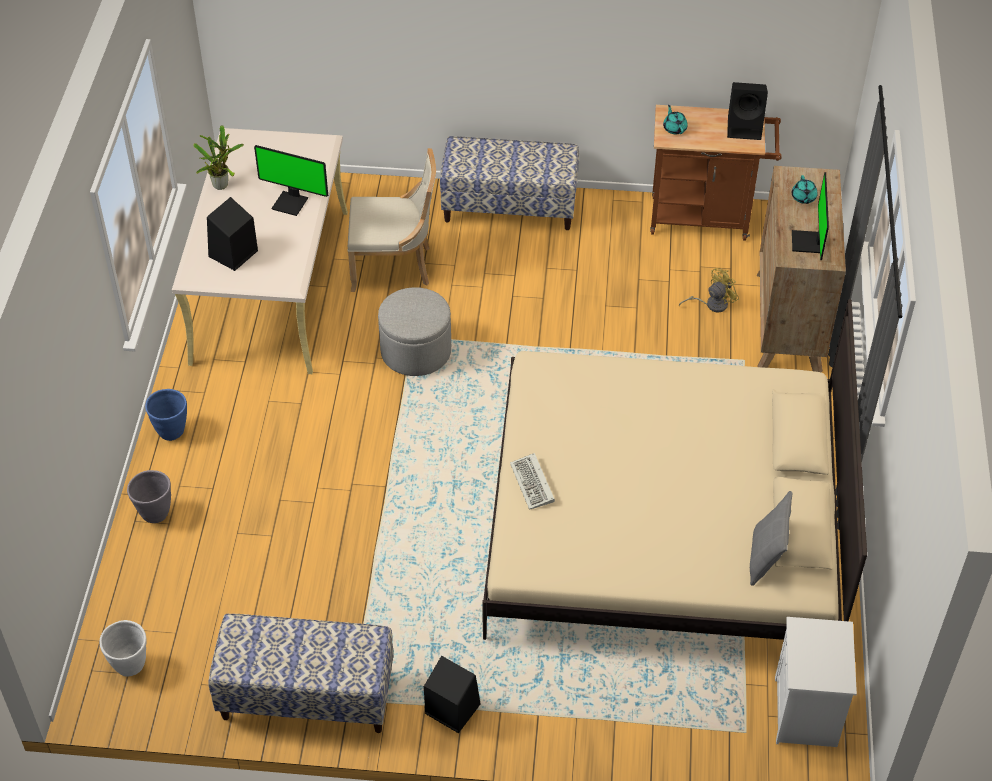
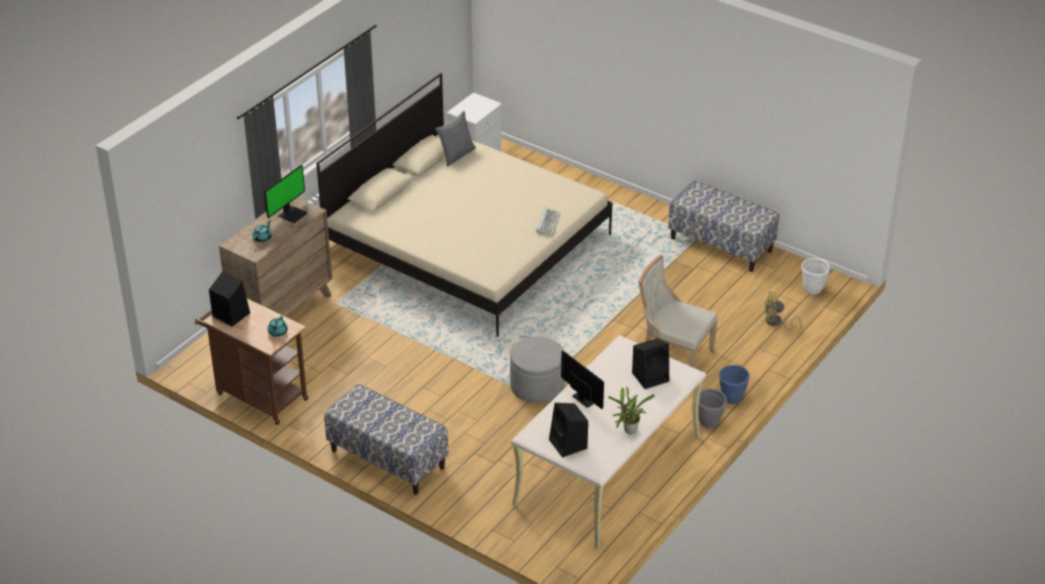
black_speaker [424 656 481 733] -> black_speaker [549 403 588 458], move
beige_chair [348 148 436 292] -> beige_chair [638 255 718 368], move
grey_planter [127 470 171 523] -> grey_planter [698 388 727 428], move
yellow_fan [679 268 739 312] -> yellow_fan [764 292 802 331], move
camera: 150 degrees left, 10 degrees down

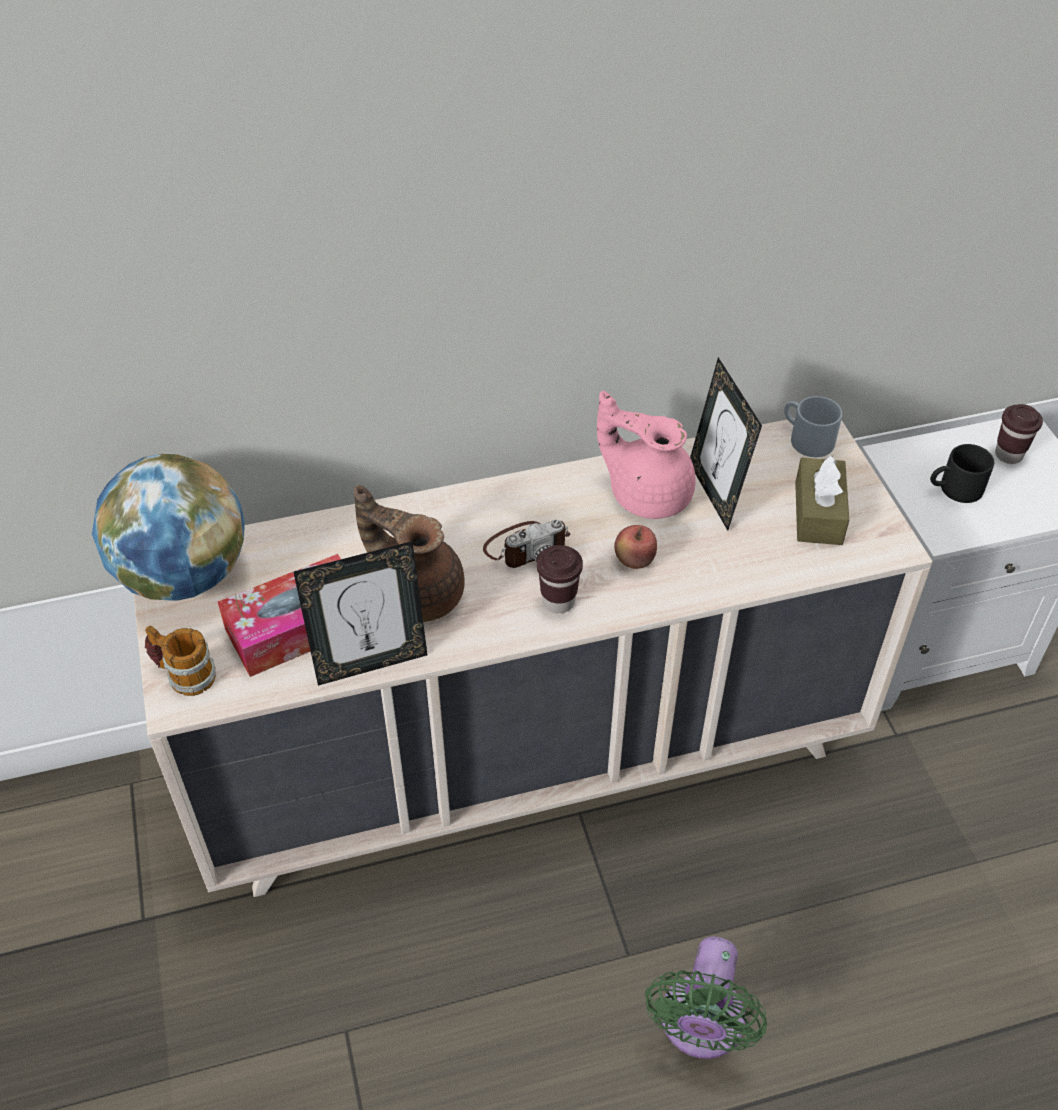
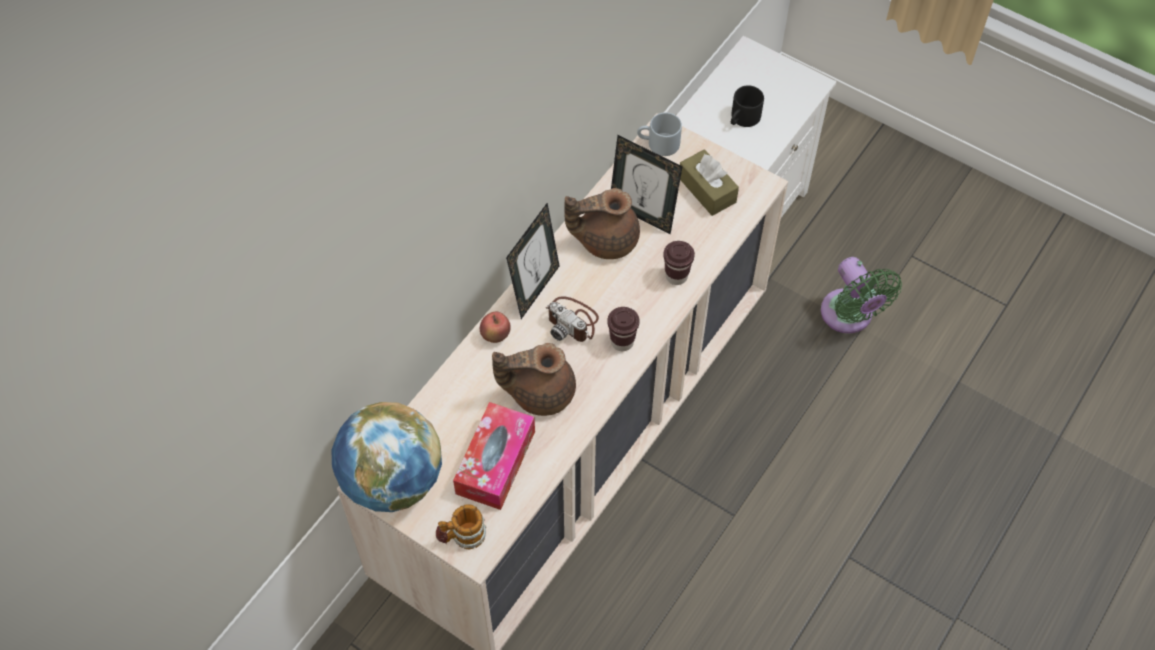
apple [614 525 657 569] -> apple [480 312 511 343], move
picture_frame [293 541 428 686] -> picture_frame [506 203 560 319], move
photo_camera [483 519 570 568] -> photo_camera [545 296 599 342], 105 degrees clockwise
pink_teapot [597 391 696 519] -> brown_teapot [564 188 640 259]
brown_cup [995 404 1043 464] -> brown_cup [663 241 695 285], move
green_fan [645 937 767 1059] -> green_fan [821 257 902 333], move
camera: 40 degrees left, 10 degrees up

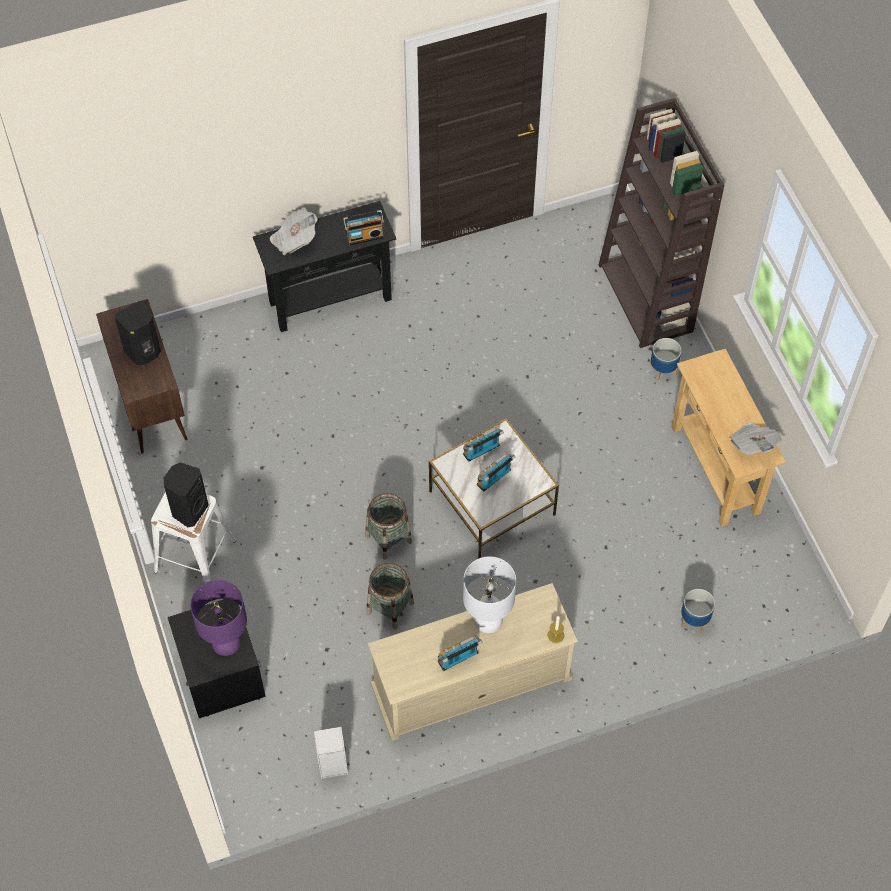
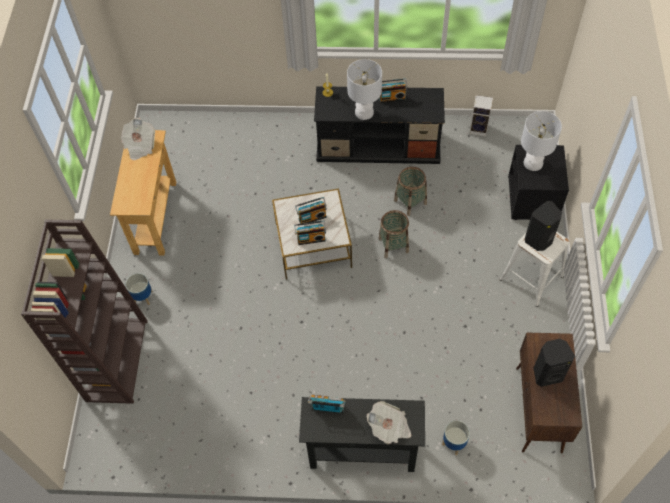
beige_tv_stand [368 583 578 741] -> black_tv_stand [314 86 445 164]
planter [681 589 715 633] -> planter [442 420 470 455], move
purple_table_lamp [190 580 247 656] -> white_table_lamp [521 111 562 171]
camera: 155 degrees left, 0 degrees up

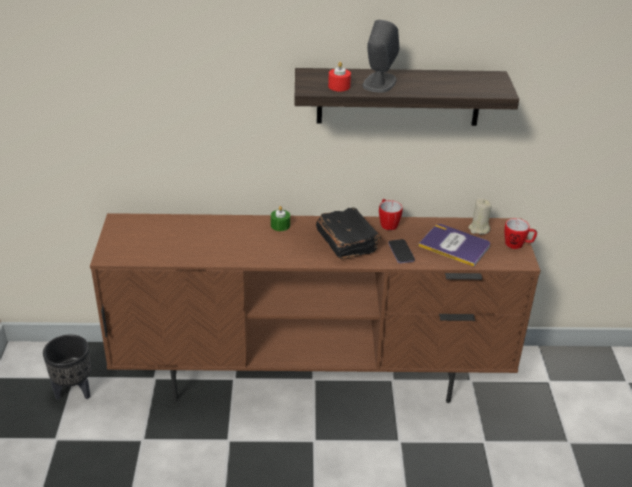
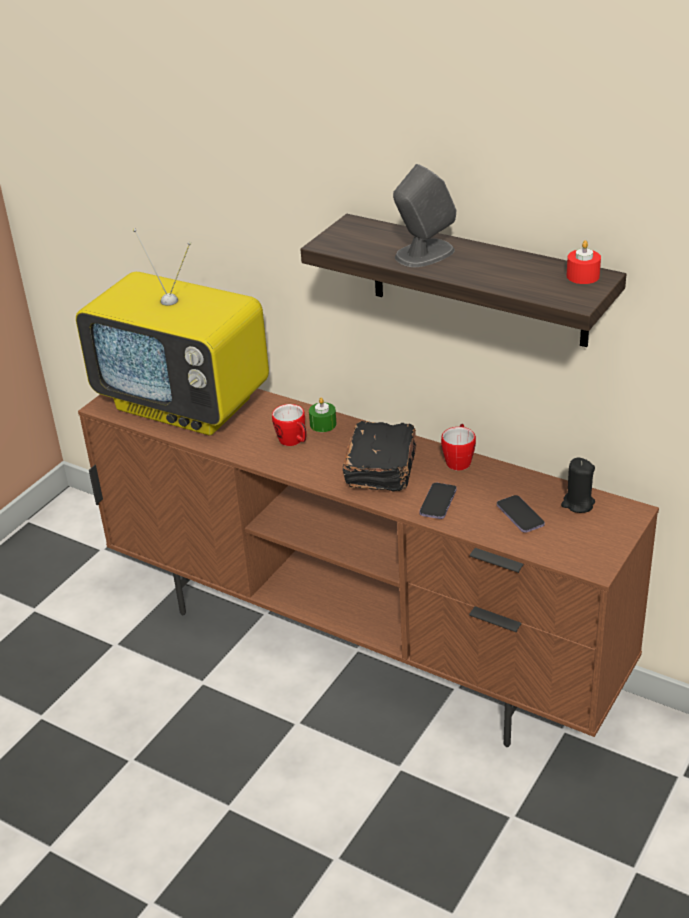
none -> television [76 228 269 435]
mug [504 218 537 249] -> mug [272 404 306 446], move
book [419 224 490 267] -> phone [497 495 545 533]
beige_candle [468 199 492 234] -> black_candle [561 457 595 513]
red_candle [328 62 351 91] -> red_candle [566 240 601 284], move
black_planter [43 335 91 400] -> none
camera: 35 degrees right, 0 degrees up

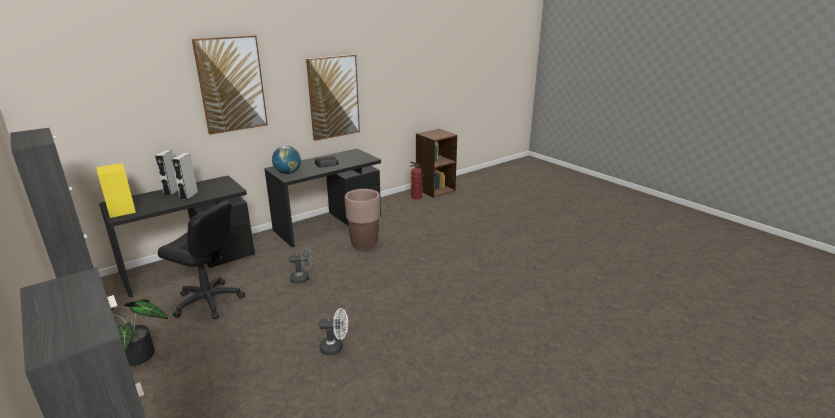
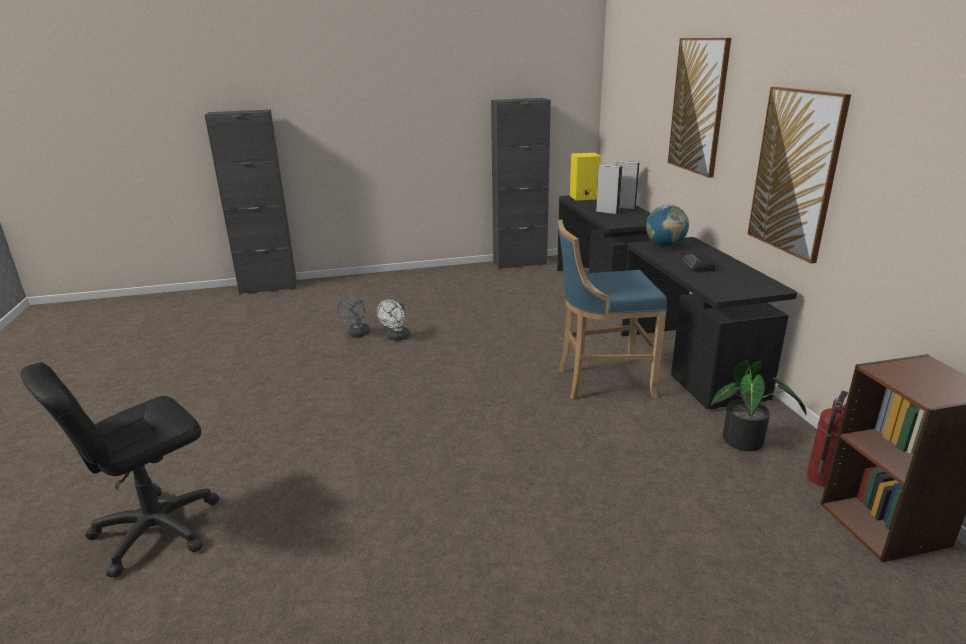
black_office_chair [158 201 245 319] -> black_office_chair [20 362 219 577], move
grey_fan [289 245 313 284] -> grey_fan [337 297 370 337], move
brown_planter [345 189 380 251] -> blue_stool [558 220 667 399]
potted_plant [111 299 168 366] -> potted_plant [710 361 807 451], move
camera: 115 degrees right, 0 degrees up

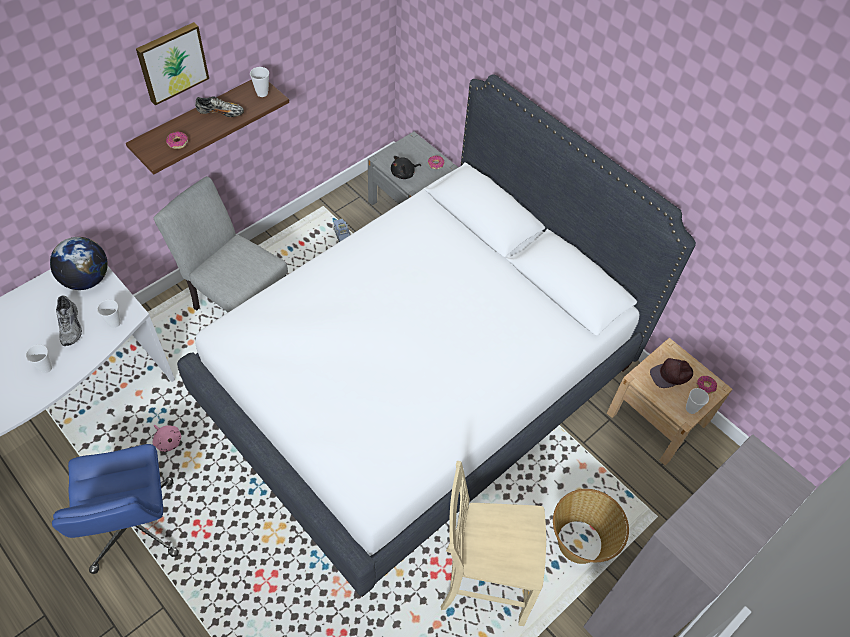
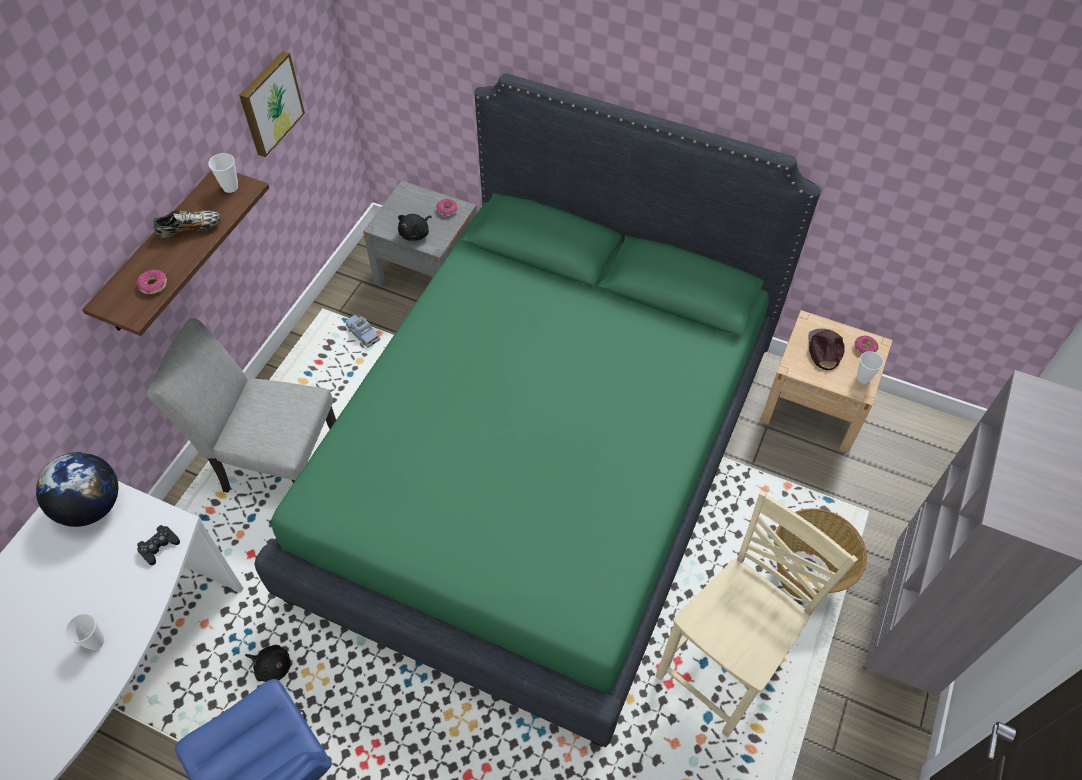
cup [97 300 121 328] -> black_game_controller [137 525 180 565]
picture [136 22 209 105] -> picture [239 51 305 157], move
pink_plush_toy [153 424 181 452] -> black_plush_toy [245 645 290 682]
white_bed [177 74 696 597] -> green_bed [254 73 821 748]
beige_chair [441 461 546 626] -> beige_chair [656 490 858 737], 150 degrees clockwise
brown_cap [650 358 693 388] -> brown_cap [808 329 845 370], 135 degrees clockwise
grey_shoe [56 295 82 346] -> none
camera: 20 degrees left, 0 degrees up

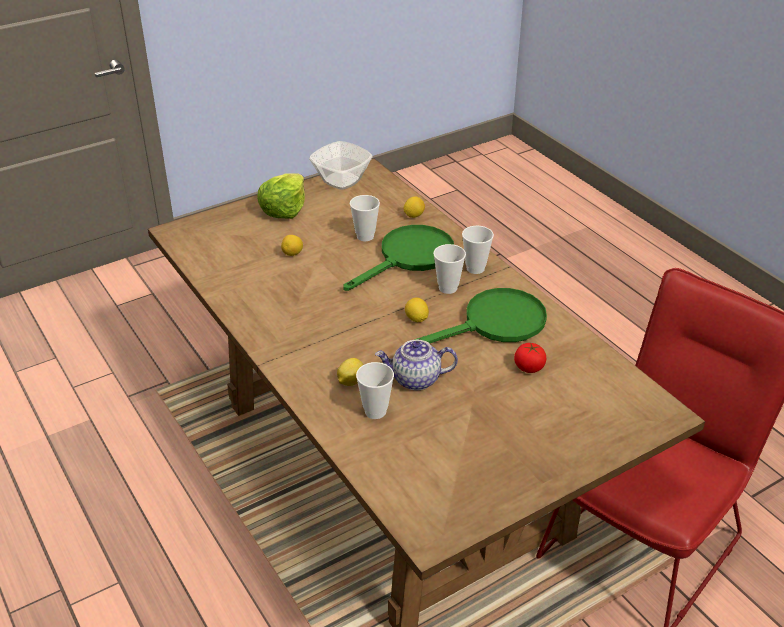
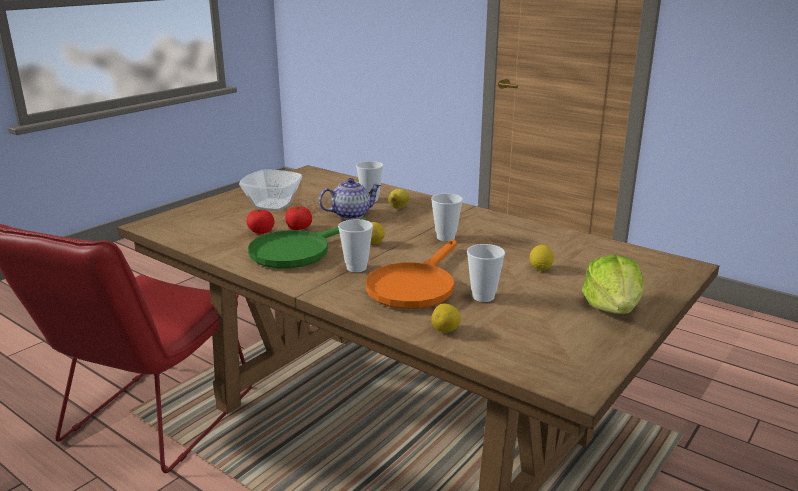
bowl [309 141 373 190] -> bowl [239 170 302 211], move
none -> tomato [285 206 312 230]
green_frying_pan [343 225 454 291] -> orange_frying_pan [366 239 457 309]
cup [462 226 494 274] -> cup [431 193 463 241], move
camera: 160 degrees right, 15 degrees down

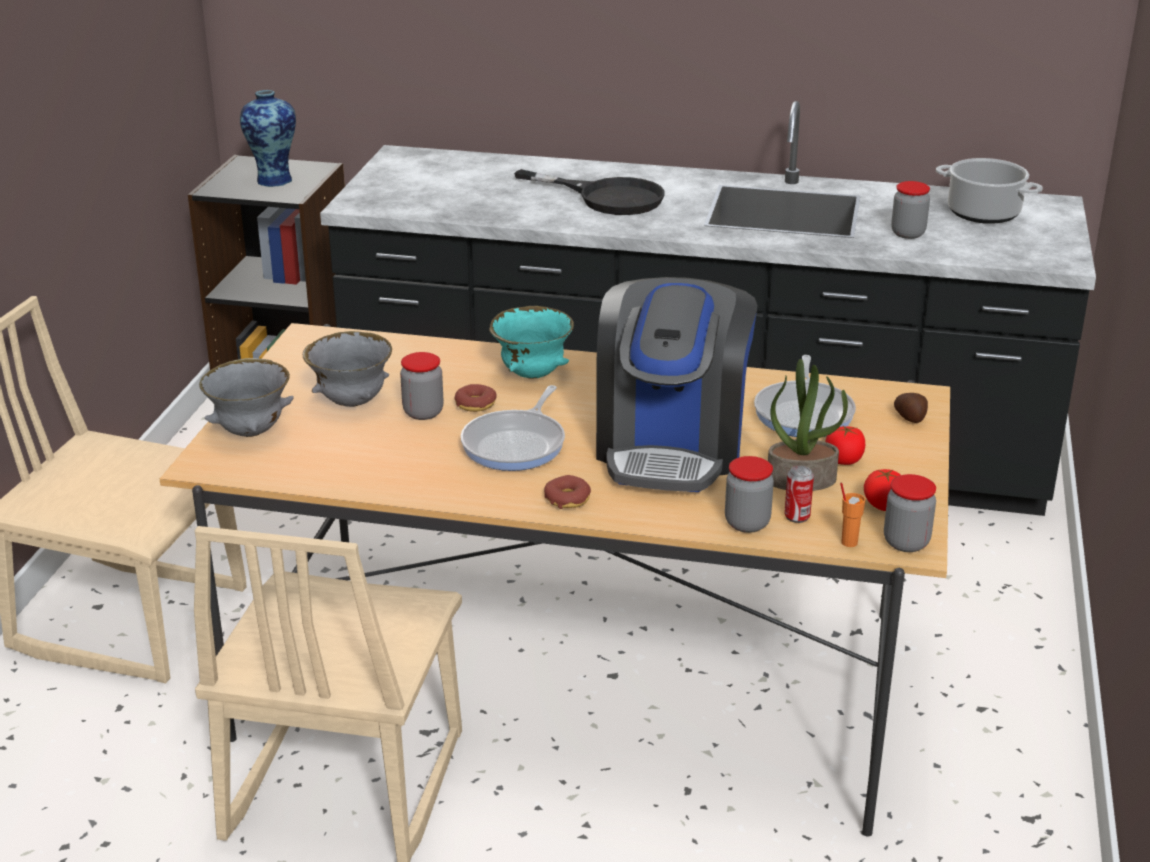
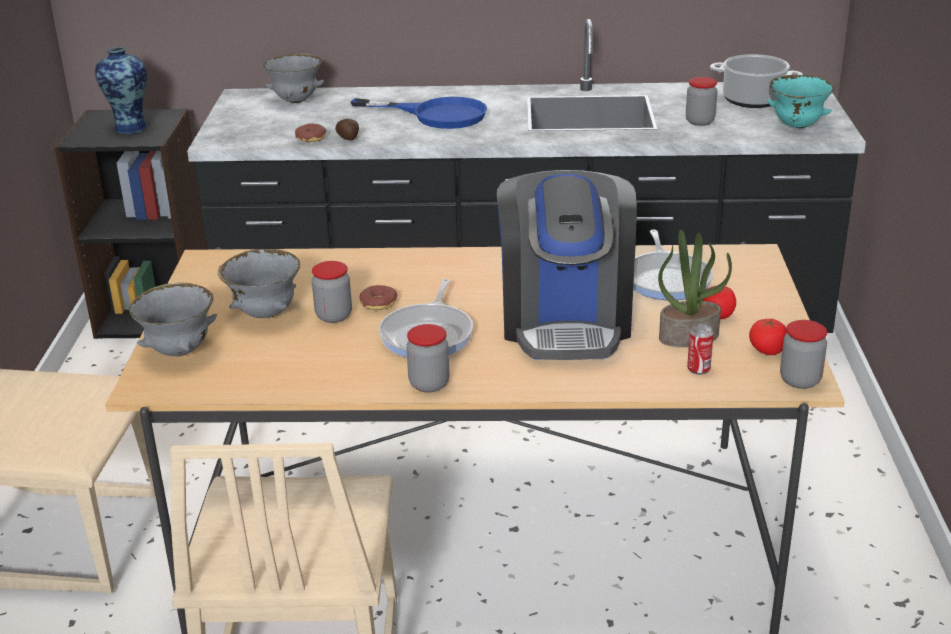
none -> grey_bowl [263 54 324 103]
donut [544 475 591 509] -> donut [295 123 326 142], move
potato [894 393 928 423] -> potato [335 119 359 140], move
black_frying_pan [514 169 665 215] -> blue_frying_pan [350 97 487 129]
jar [725 456 774 533] -> jar [406 324 450 393], move
turquoise_bowl [489 306 574 379] -> turquoise_bowl [767 75 835 128], move
orange_cup [840 483 865 547] -> none
camera: 10 degrees left, 0 degrees up

